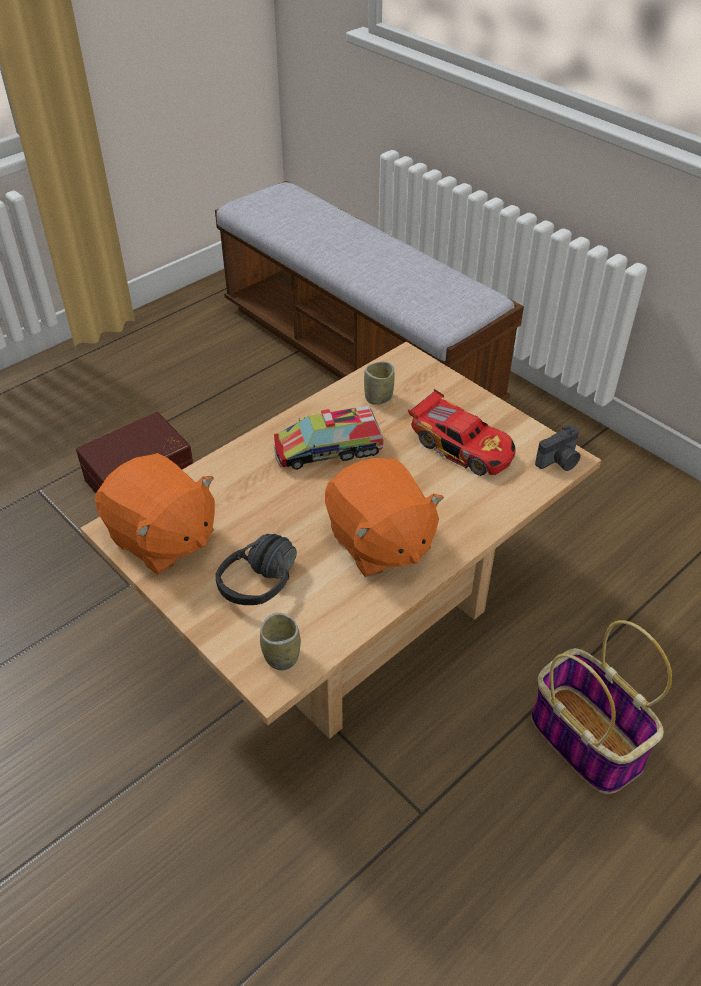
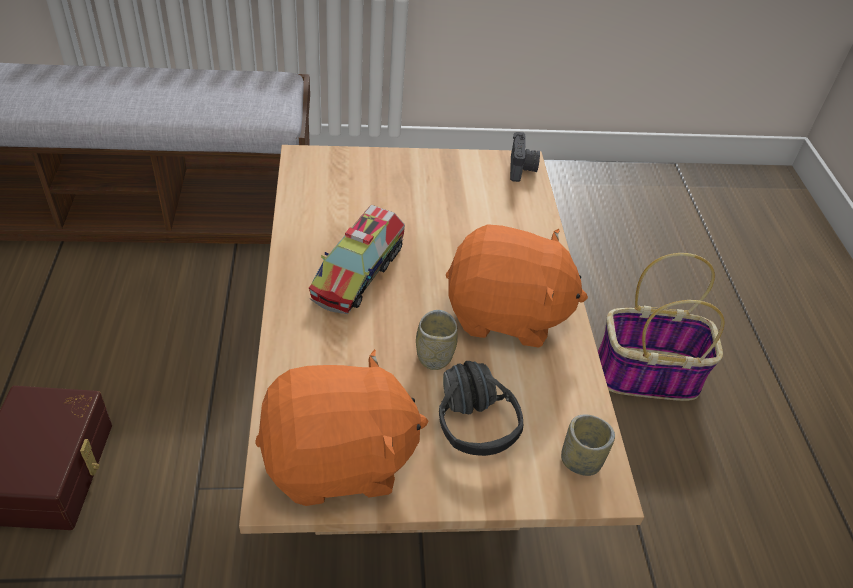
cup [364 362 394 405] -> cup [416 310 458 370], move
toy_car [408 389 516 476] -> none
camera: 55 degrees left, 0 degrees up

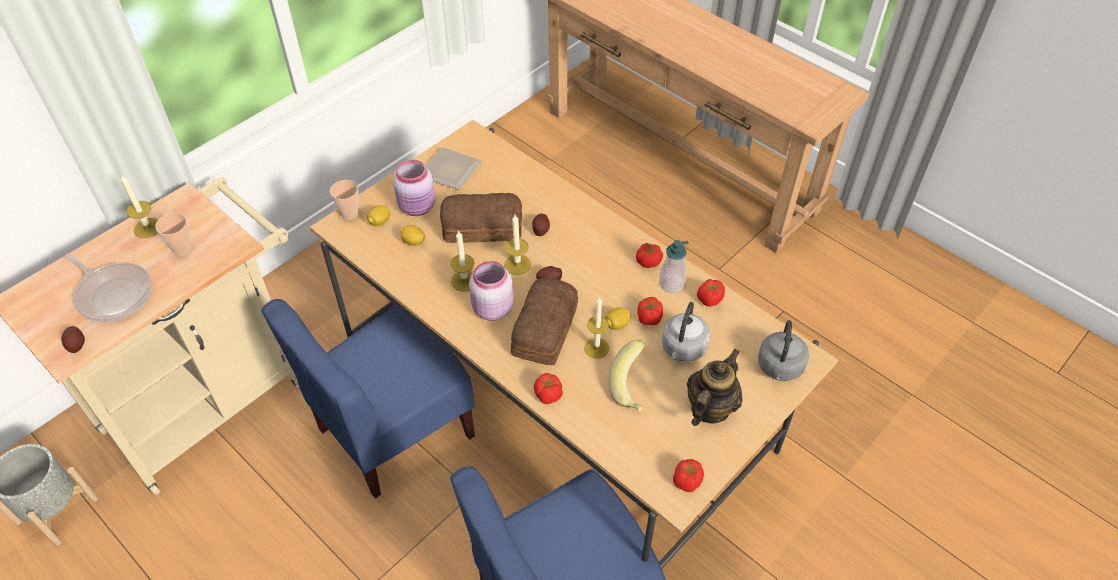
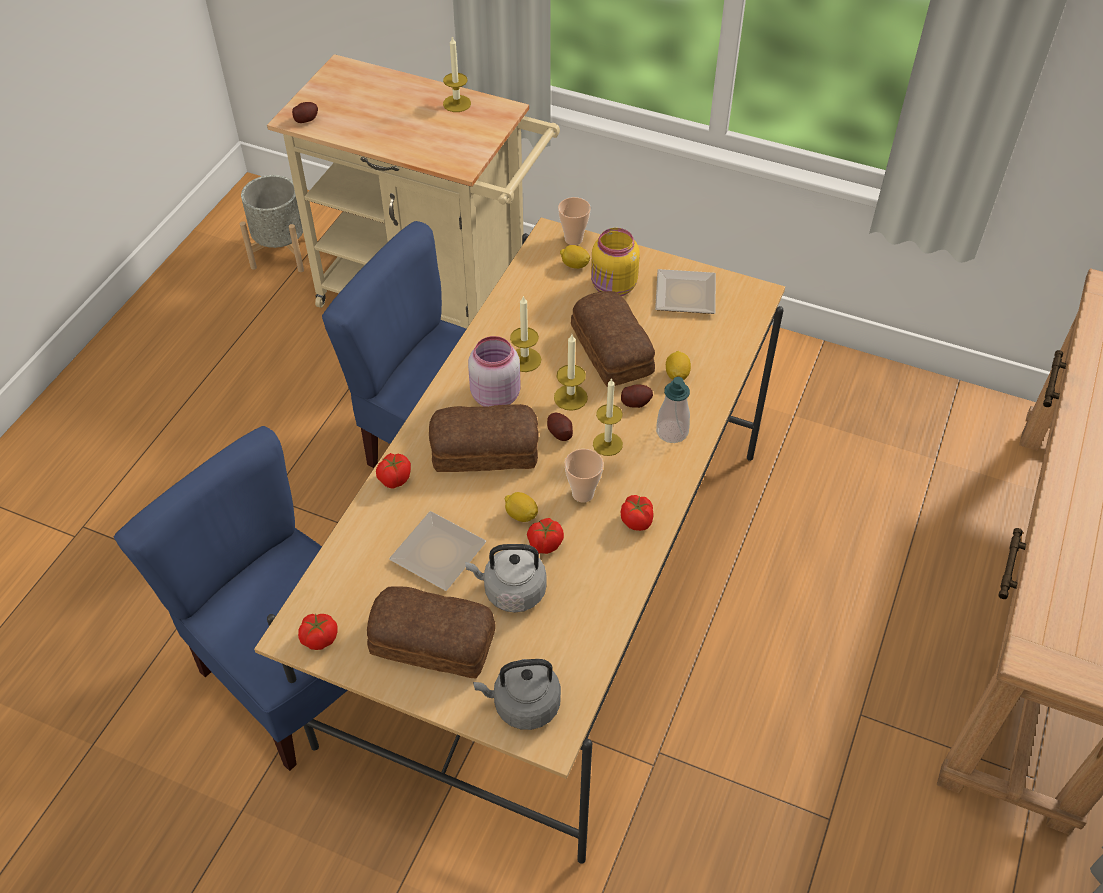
teapot [687 349 743 426] -> bread [367 586 495 678]
banana [609 340 645 412] -> plate [389 511 486 591]
cup [155 213 192 256] -> cup [565 449 604 503], move
pink_jar [393 160 435 216] -> yellow_jar [591 228 640 296]
candle [584 297 609 359] -> candle [593 378 623 456], move
soap_dispenser [659 240 688 293] -> soap_dispenser [656 377 690 443], move
lemon [400 225 425 246] -> lemon [666 351 691 380], move
frying_pan [65 253 152 322] -> none
tomato [697 279 725 307] -> none
camera: 70 degrees right, 0 degrees up

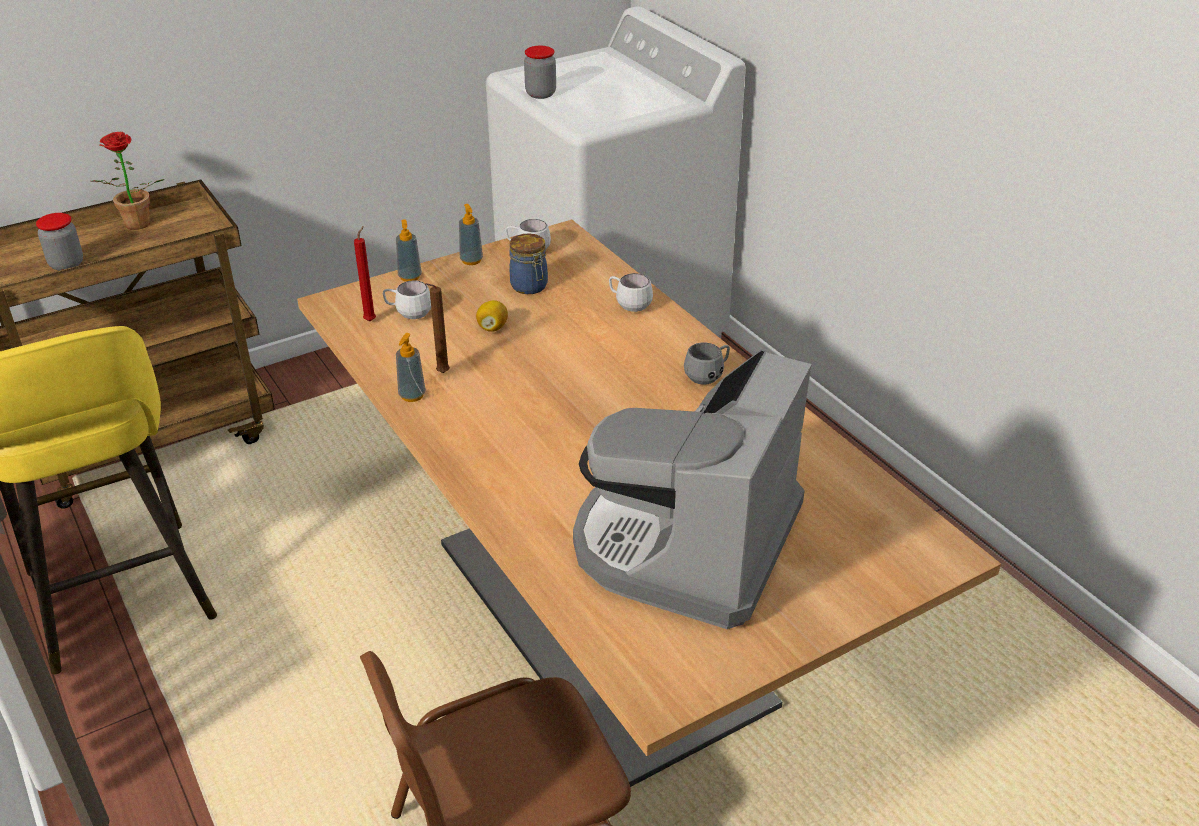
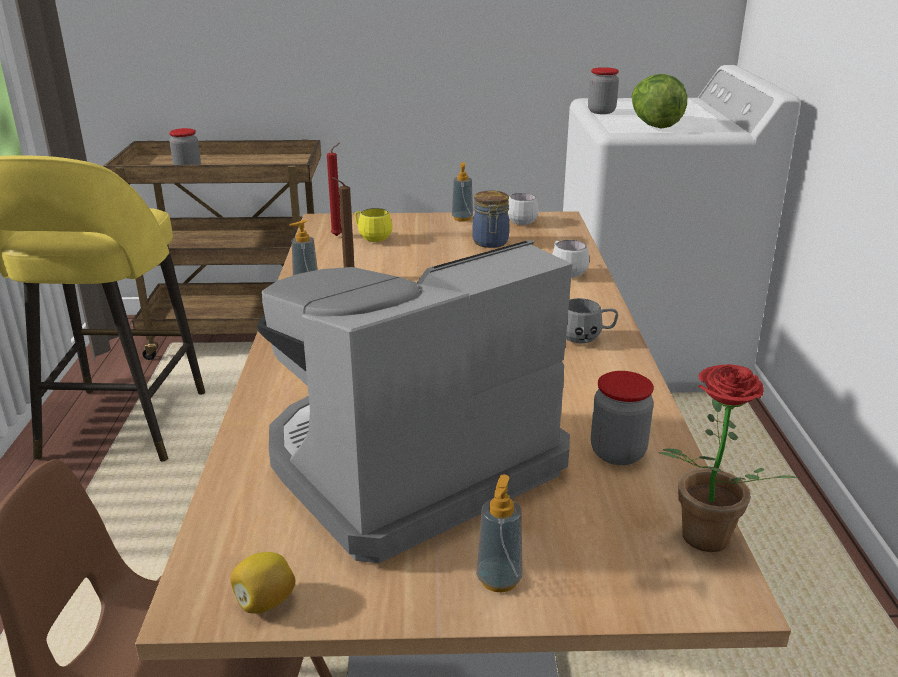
lemon [476 300 508 332] -> lemon [231 552 295 614], move
white_mug [383 280 431 319] -> yellow_mug [355 208 393 242]
soap_dispenser [396 219 422 282] -> soap_dispenser [476 474 522 592], move
none -> jar [591 371 654 465]
none -> lettuce [631 74 687 128]
potted_plant [92 132 165 230] -> potted_plant [658 364 799 552], move
camera: 30 degrees right, 10 degrees down

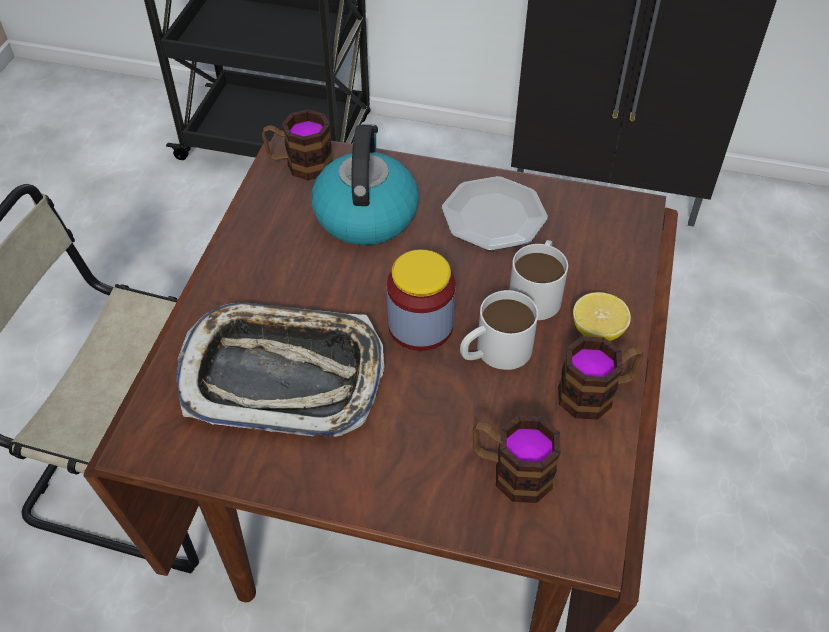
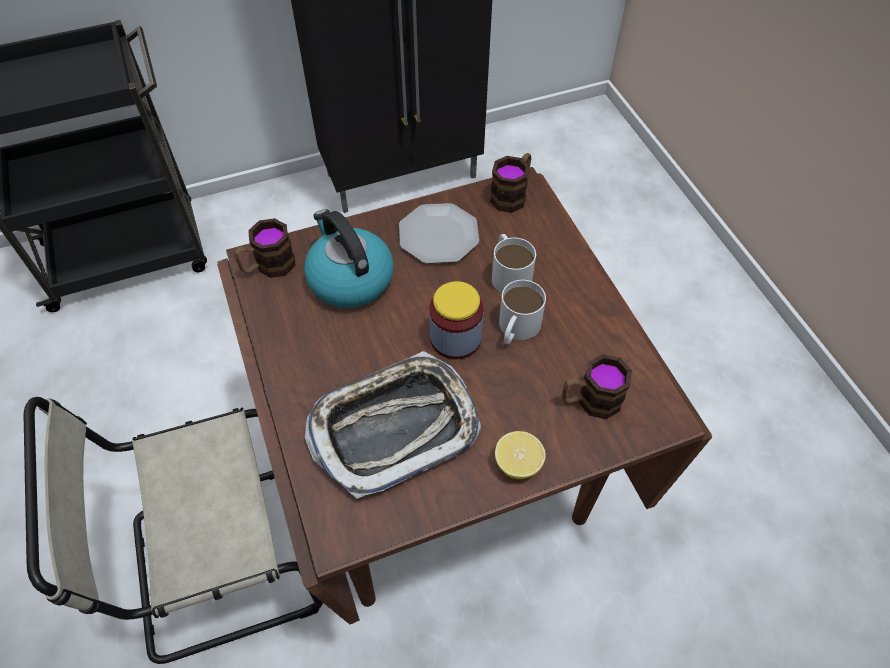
mug [558 336 643 420] -> mug [490 153 531 213], move
lemon [573 292 631 341] -> lemon [495 431 546 479], move
camera: 35 degrees left, 5 degrees up

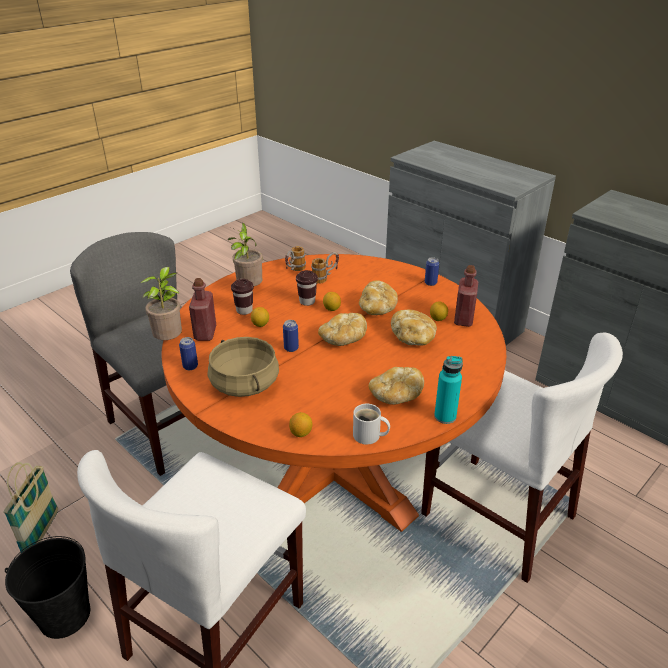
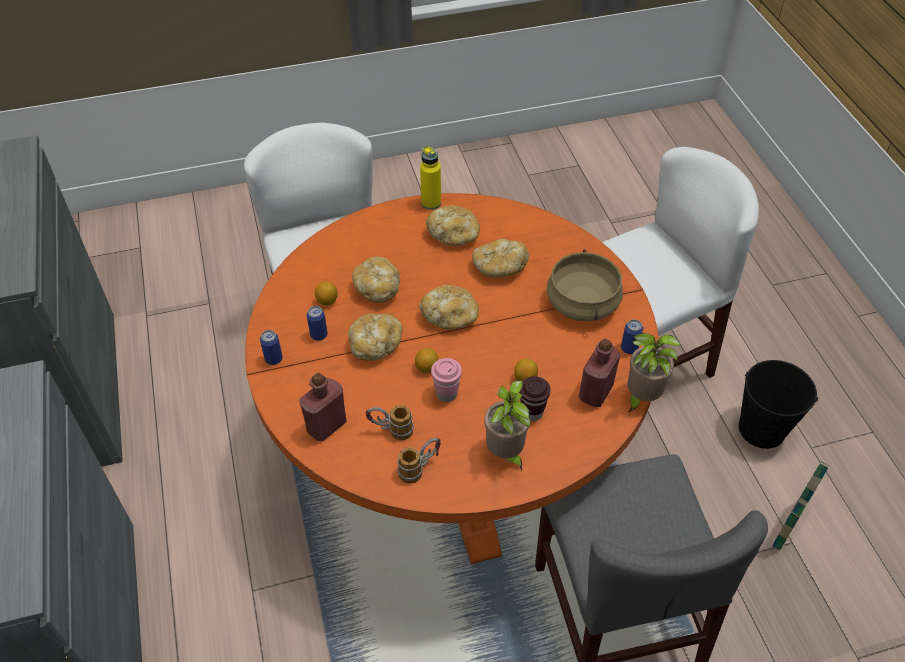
red_bottle [454 265 479 327] -> red_bottle [299 373 347 441], move
can [283 320 299 352] -> can [307 306 328 341], move
turquoise_bottle [434 356 463 424] -> yellow_bottle [420 146 441 210]
brown_cup [296 270 318 306] -> pink_cup [431 358 462 402]
none -> bread [472 239 529 278]
lemon [289 412 312 437] -> none
white_mug [353 404 390 444] -> none
camera: 150 degrees left, 15 degrees up

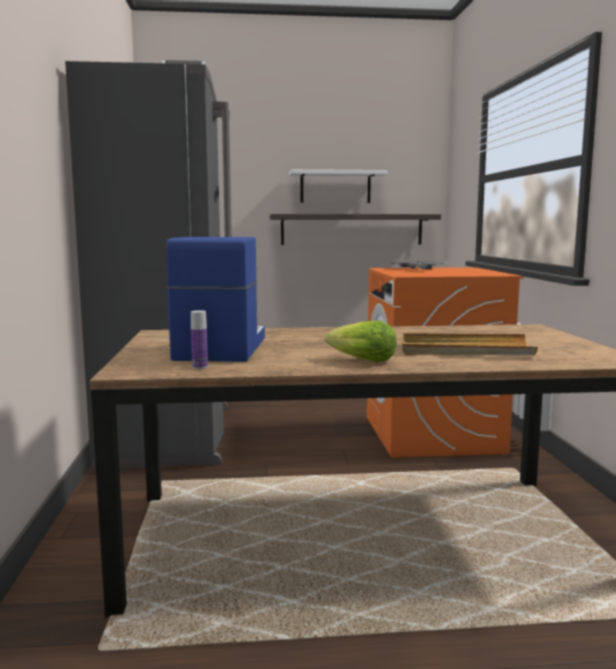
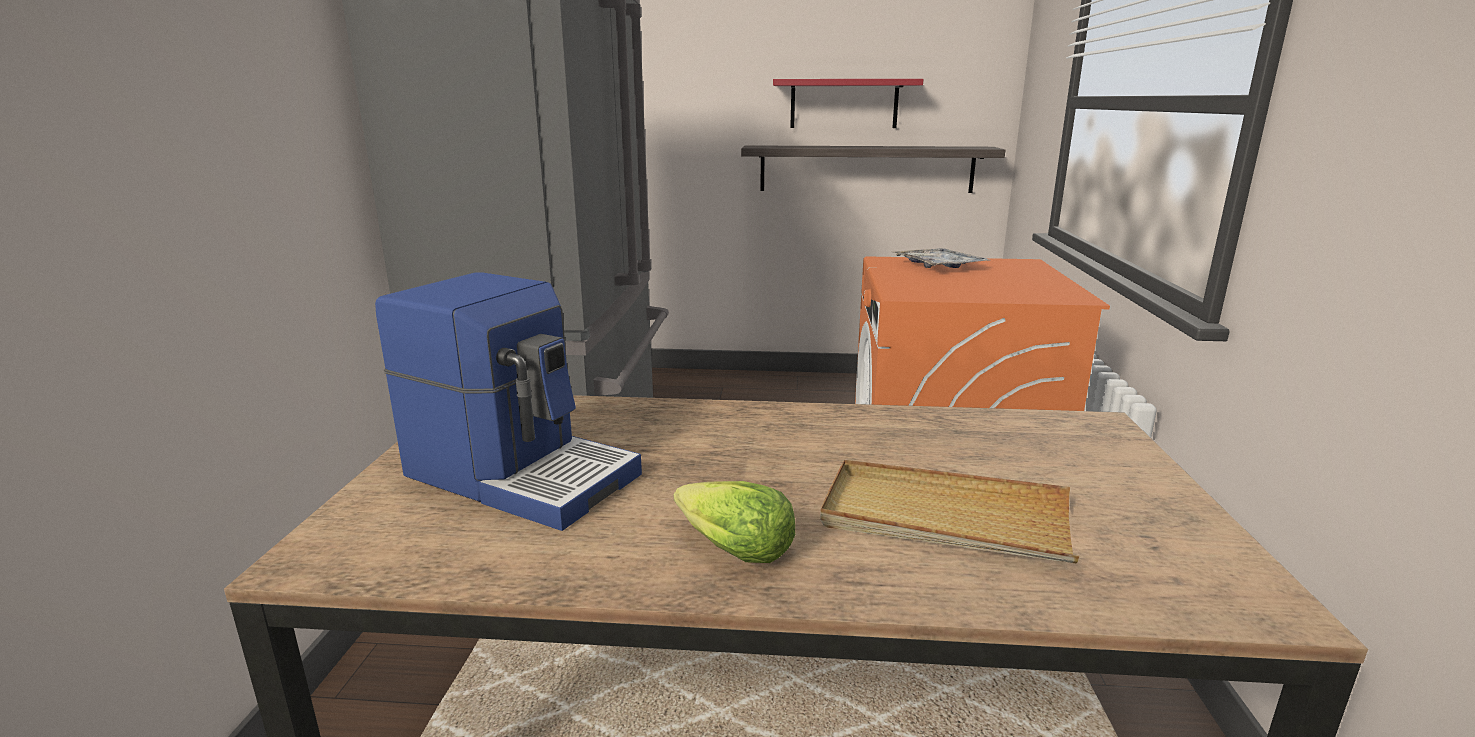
coffee_machine [167 237 265 362] -> coffee_machine [375 273 642 531], 105 degrees clockwise
white_shelf [289 169 387 203] -> red_shelf [773 79 924 128]
bottle [191 310 208 369] -> none
camera: 10 degrees right, 10 degrees up

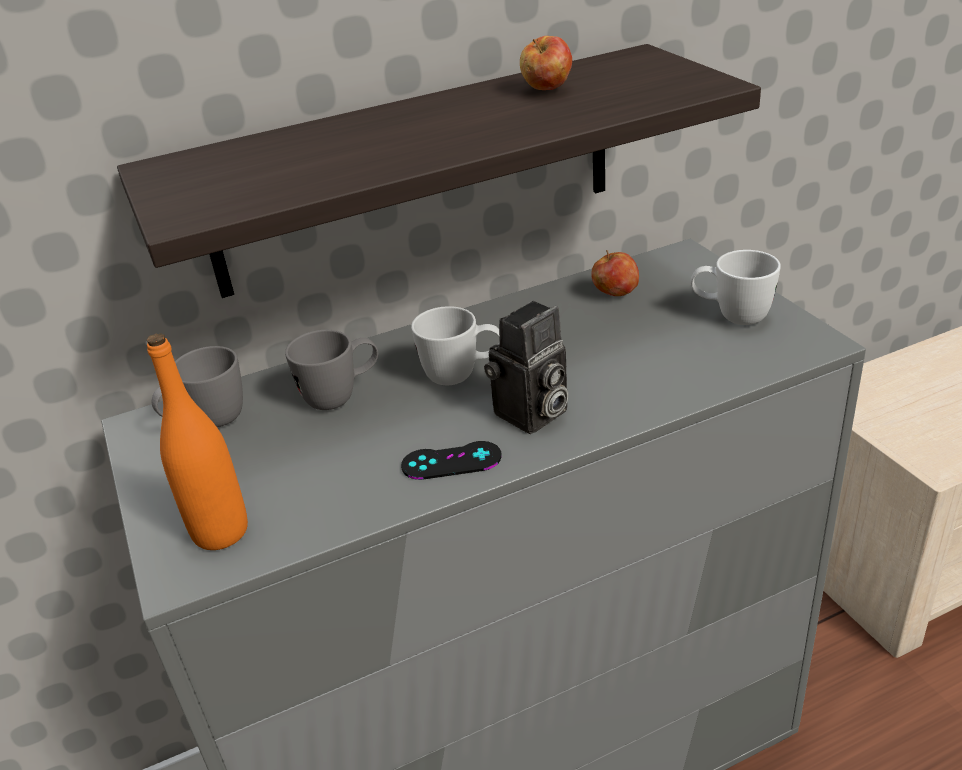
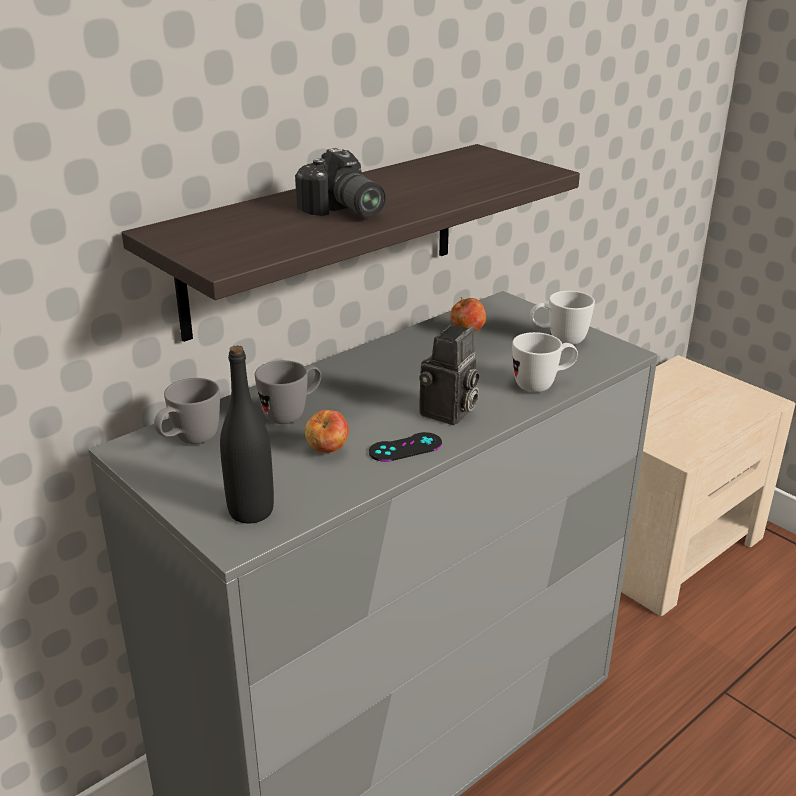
orange_bottle [147 333 248 550] -> black_bottle [220 345 274 523]
none -> photo_camera [295 148 386 216]
apple [520 36 572 90] -> apple [305 410 349 453], move
white_mug [411 306 500 385] -> white_mug [512 332 578 392], move
camera: 20 degrees left, 5 degrees down

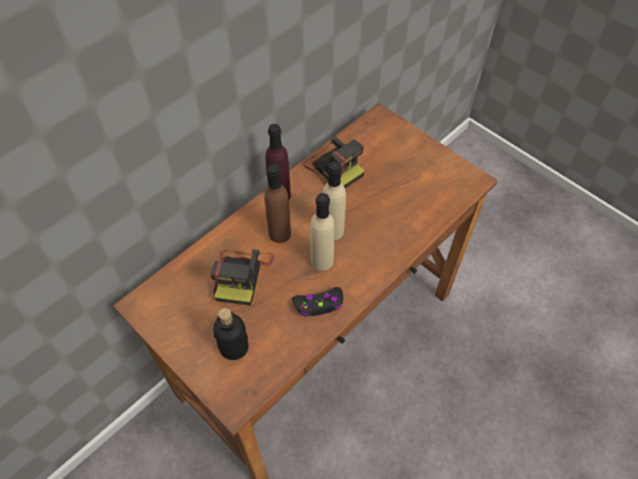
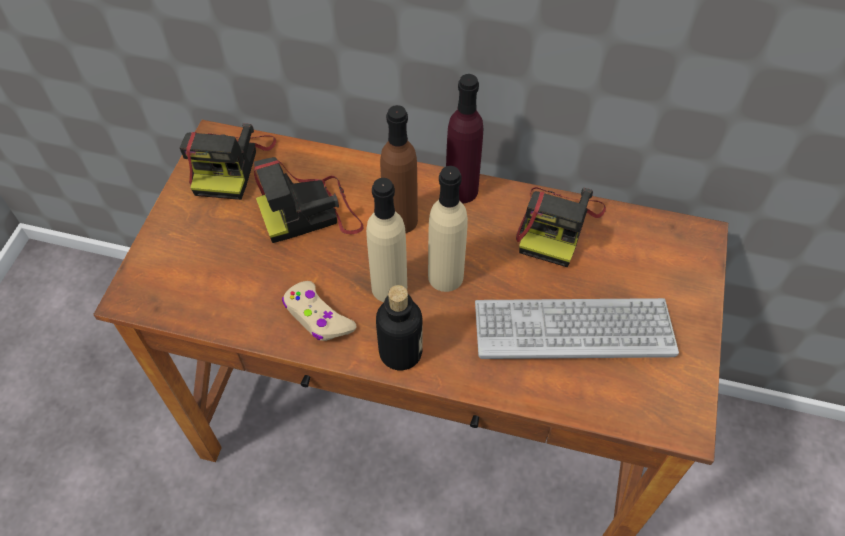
none -> photo_camera [180 124 276 200]
black_game_controller [292 287 343 317] -> beige_game_controller [282 281 356 341]
bottle [213 308 249 360] -> bottle [376 285 422 370], move
none -> keyboard [475 298 679 359]
camera: 60 degrees right, 0 degrees up

